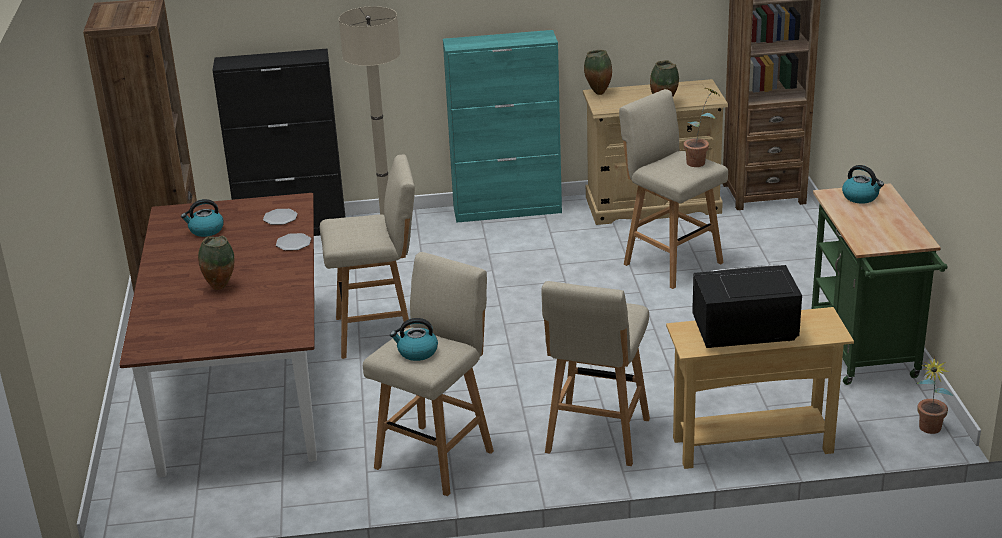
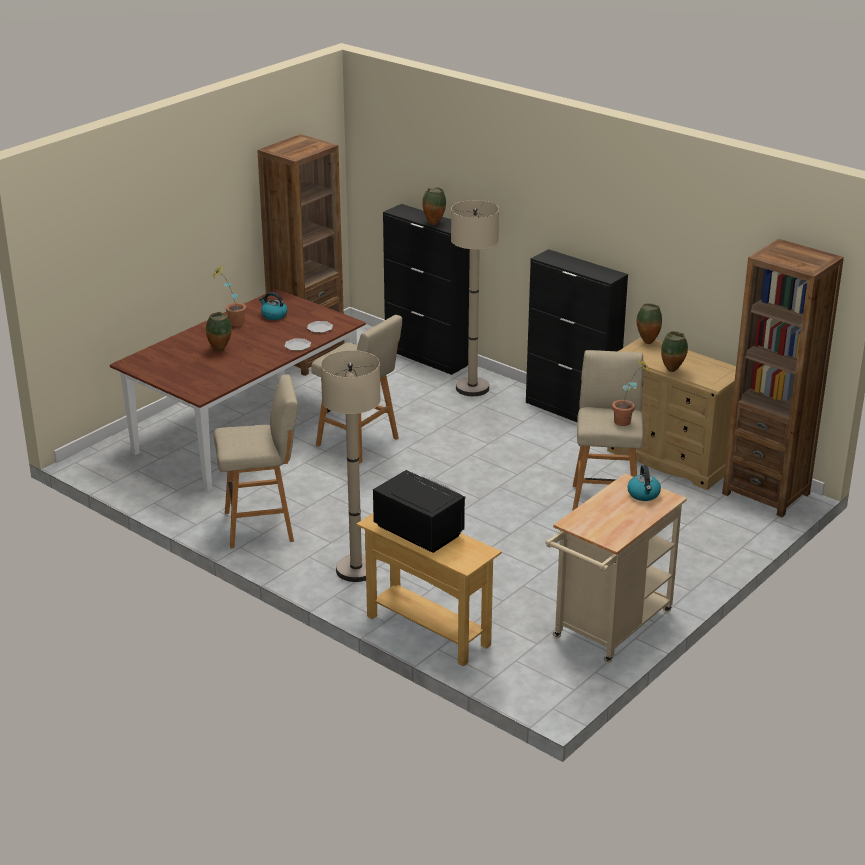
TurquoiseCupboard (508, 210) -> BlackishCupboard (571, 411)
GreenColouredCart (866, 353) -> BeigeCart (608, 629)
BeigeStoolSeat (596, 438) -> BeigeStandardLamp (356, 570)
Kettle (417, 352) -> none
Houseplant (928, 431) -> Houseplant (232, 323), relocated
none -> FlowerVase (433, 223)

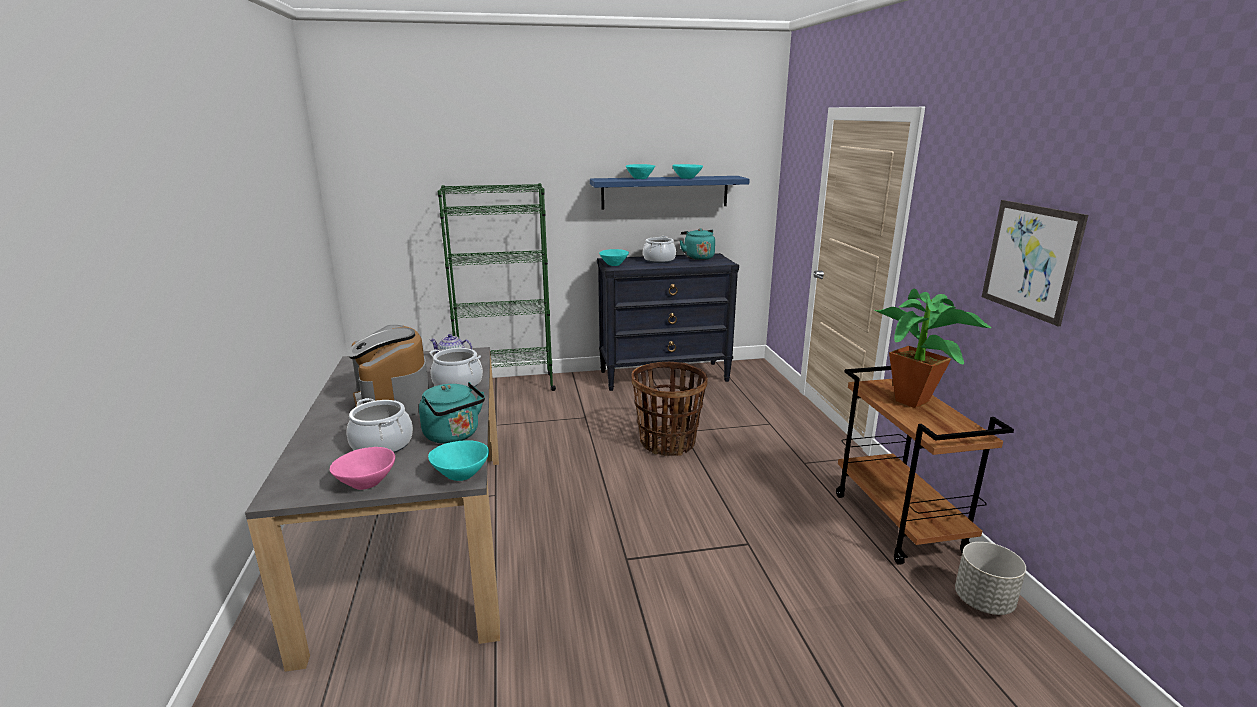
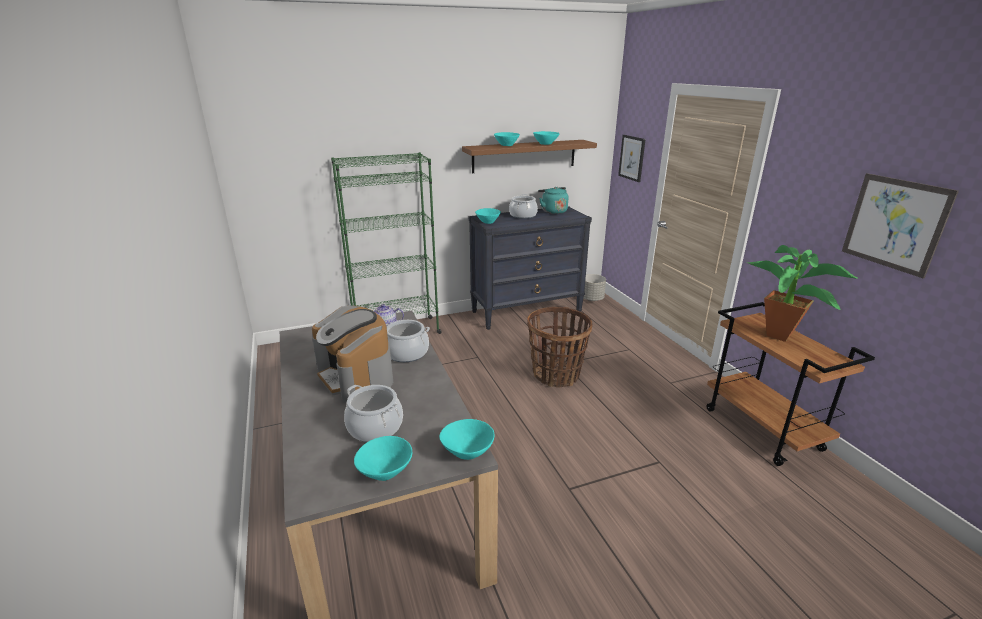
BluishShelf (665, 192) -> BrownShelf (524, 156)
TurquoiseKettle (454, 435) -> none
PinkBowl (366, 483) -> TurquoiseBowl (384, 472)
GrayPlanter (984, 601) -> GrayPlanter (592, 299), relocated
none -> WallArt (632, 158)

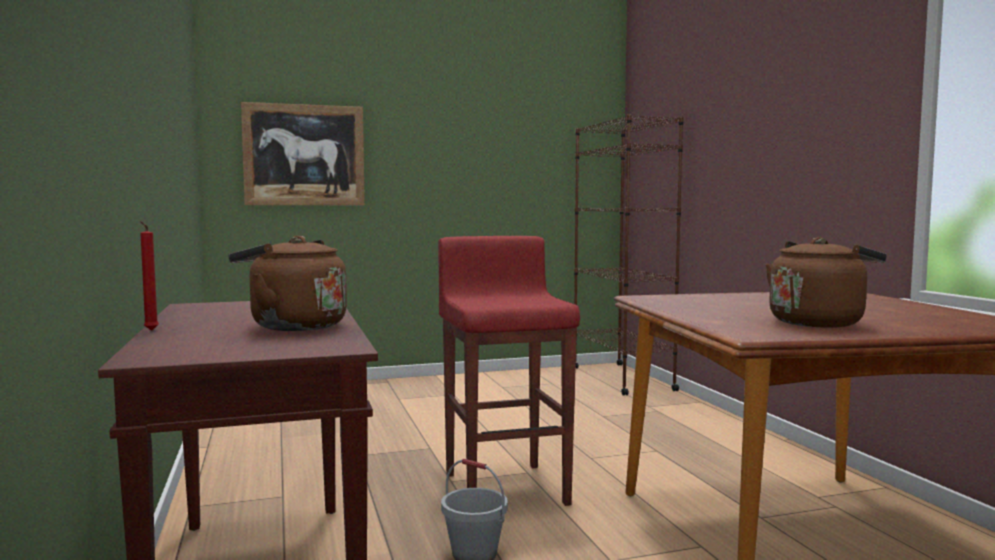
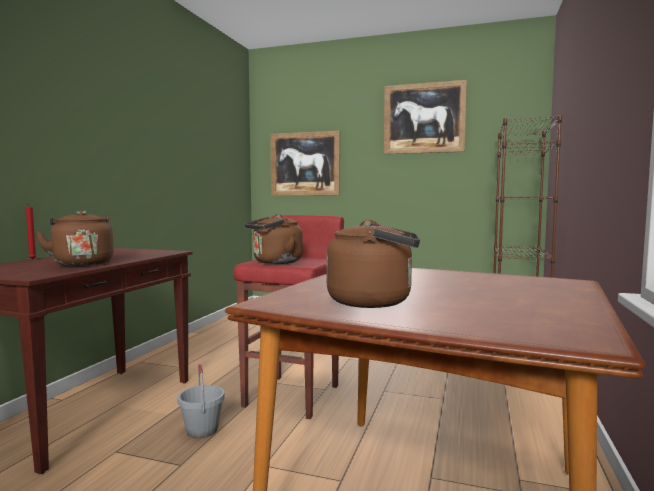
none -> WallArt (424, 118)
none -> BrownKettle (275, 262)

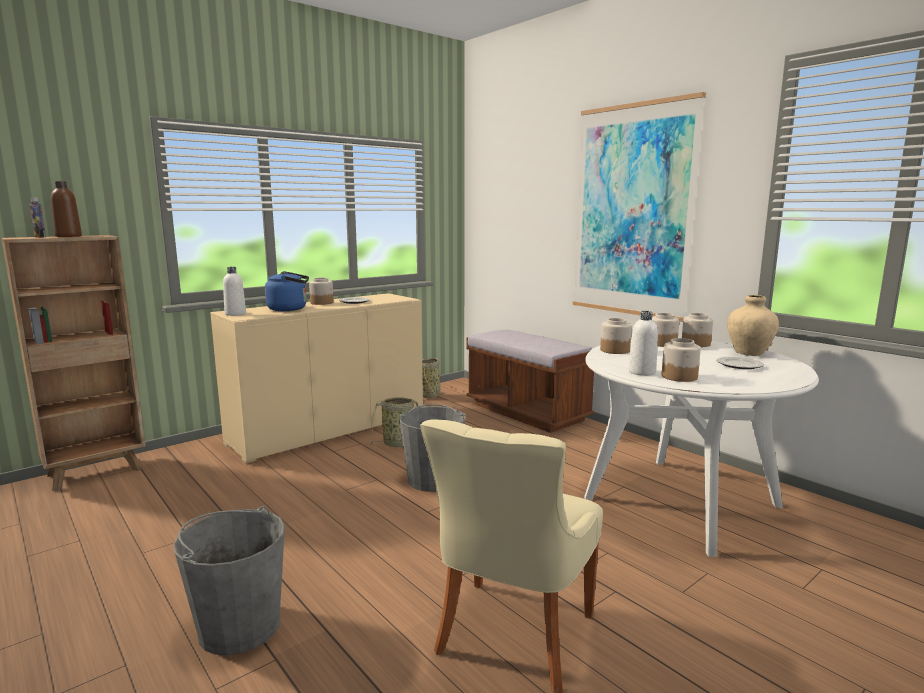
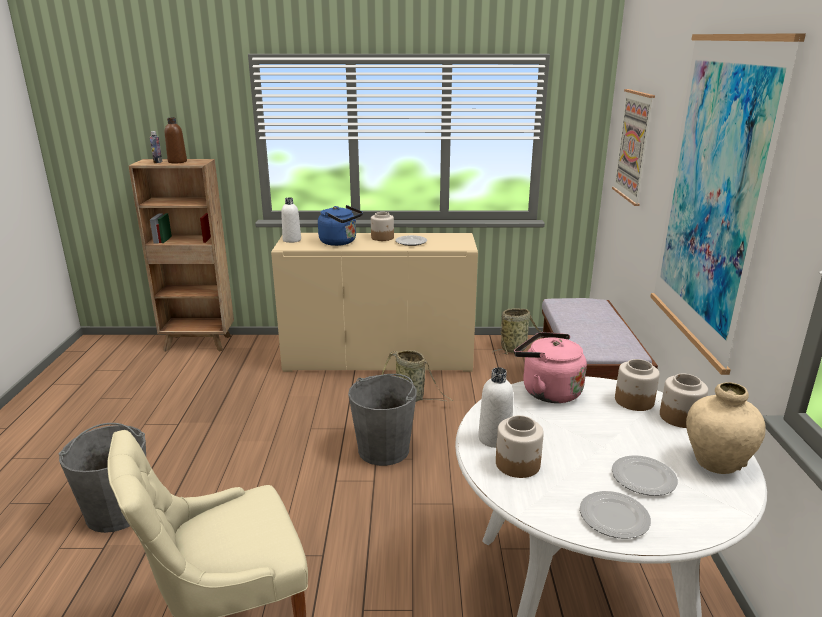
PreserveJar (614, 350) -> PinkKettle (547, 391)
none -> WallArt (634, 146)
none -> Plate (614, 518)

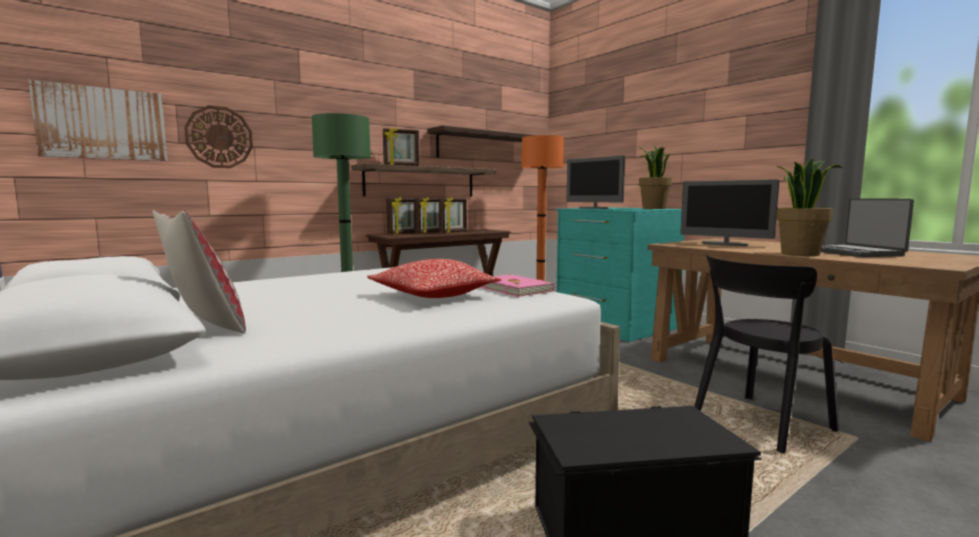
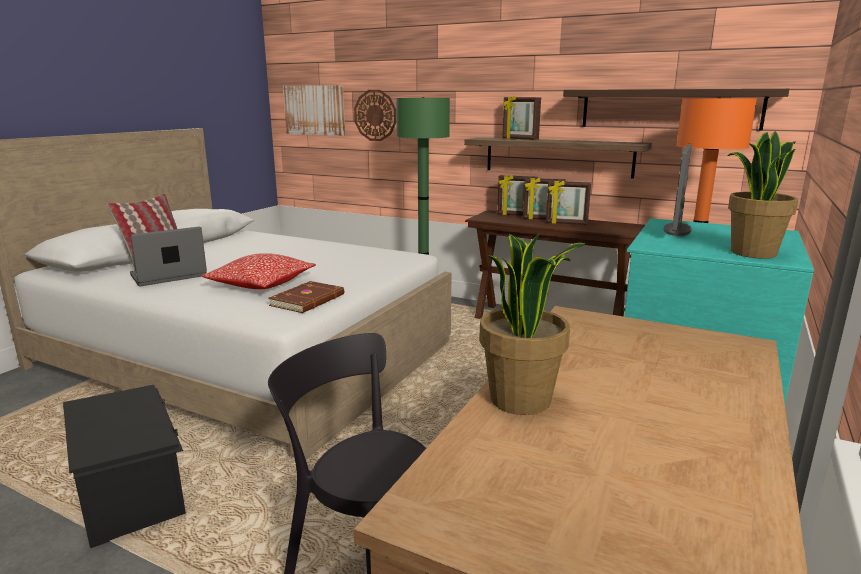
ComputerScreen (724, 244) -> none
NotebookComputer (854, 253) -> NotebookComputer (169, 276), relocated
PinkBook (515, 289) -> BrownBook (309, 300)

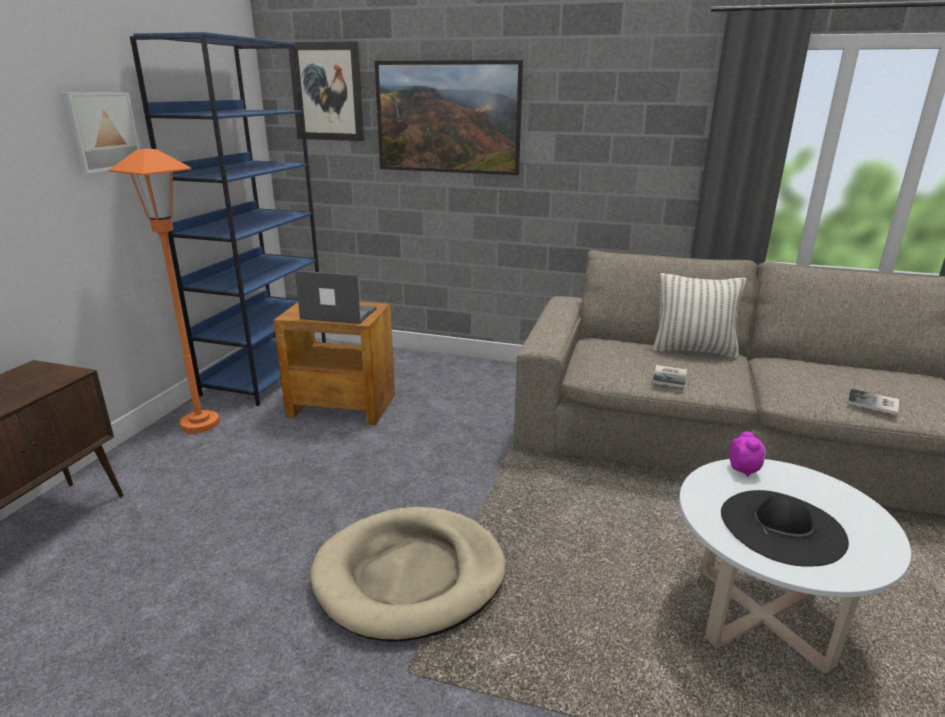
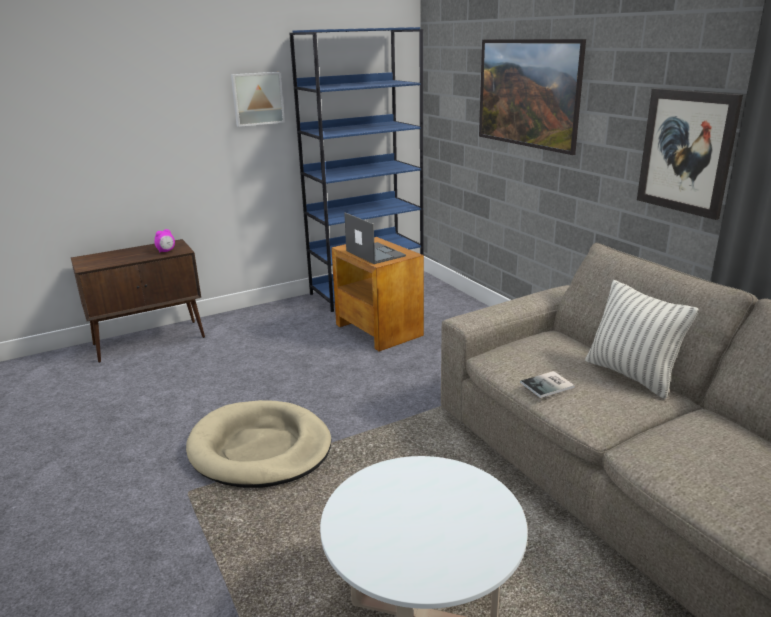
WallArt (327, 92) -> WallArt (686, 152), relocated
OrangeyStandardLamp (200, 424) -> none
Book (874, 403) -> none
TableClock (744, 470) -> TableClock (166, 251), relocated
BlackishWearableHat (782, 526) -> none

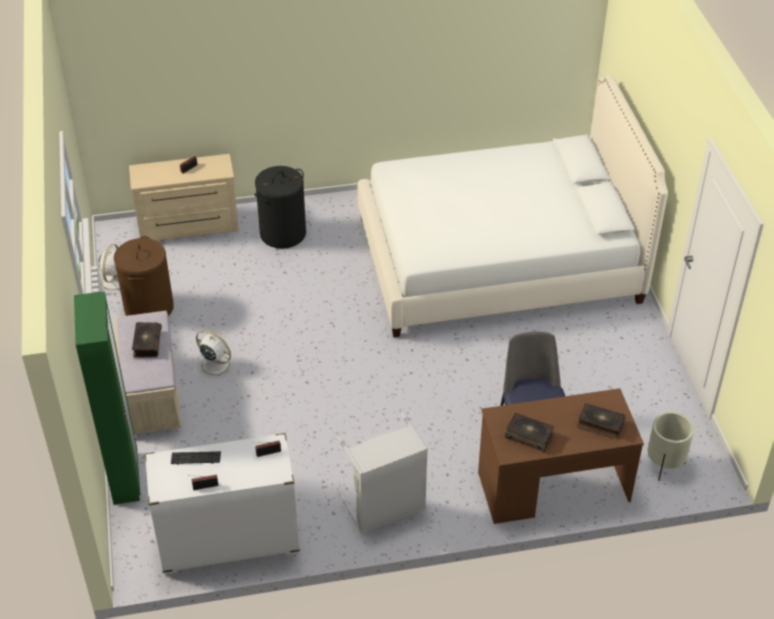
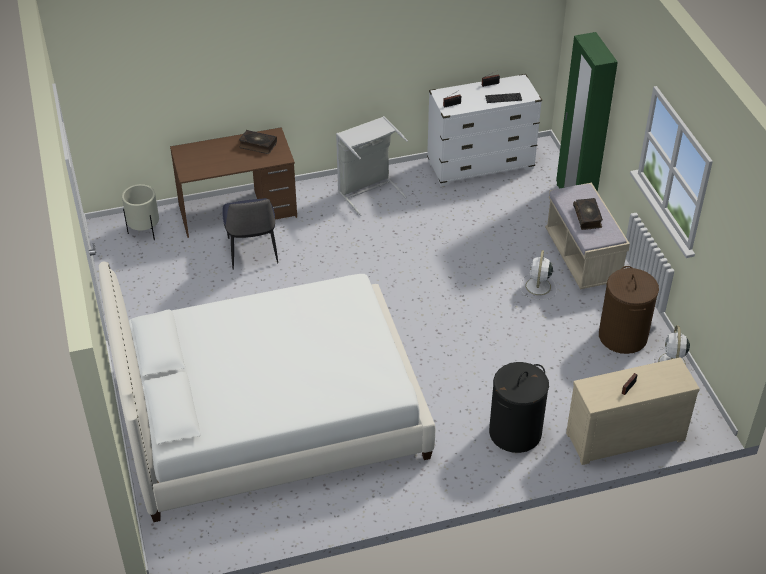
WhiteElectricFan (214, 364) -> WhiteElectricFan (538, 287), 75 degrees clockwise
Book (600, 425) -> none

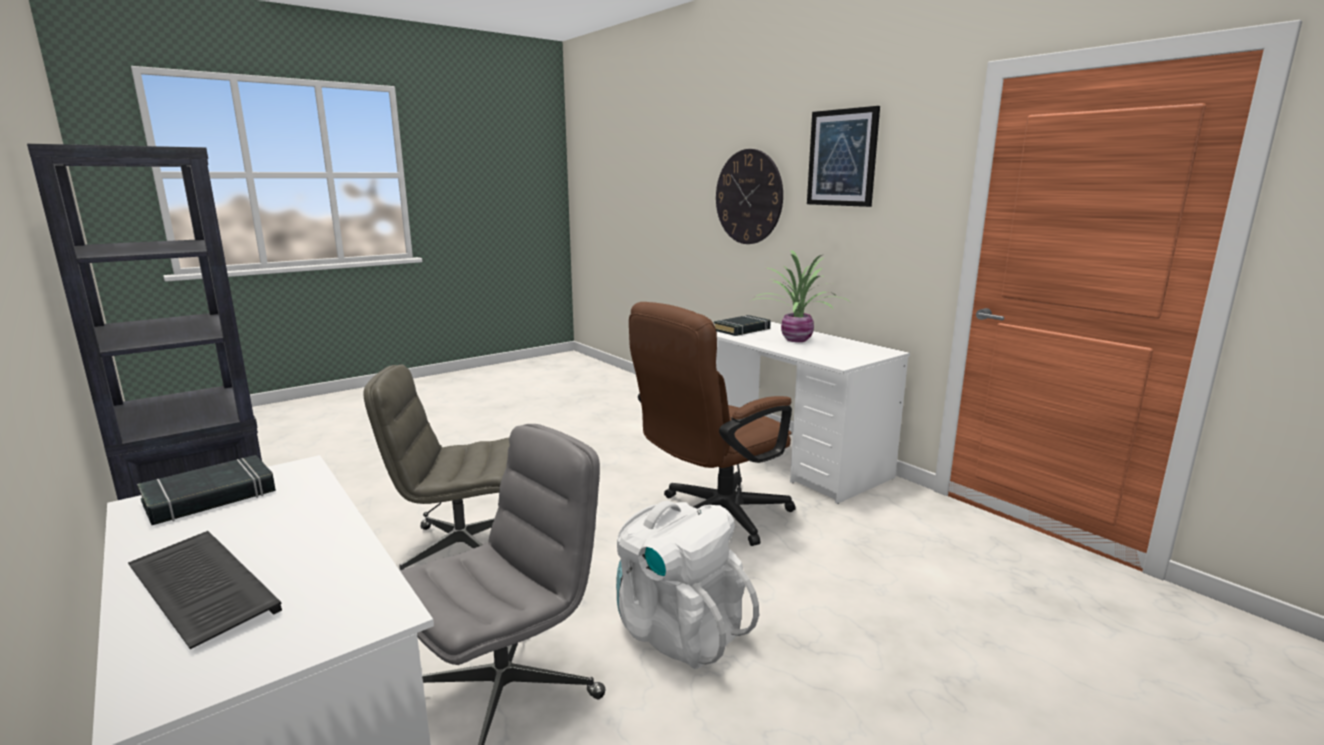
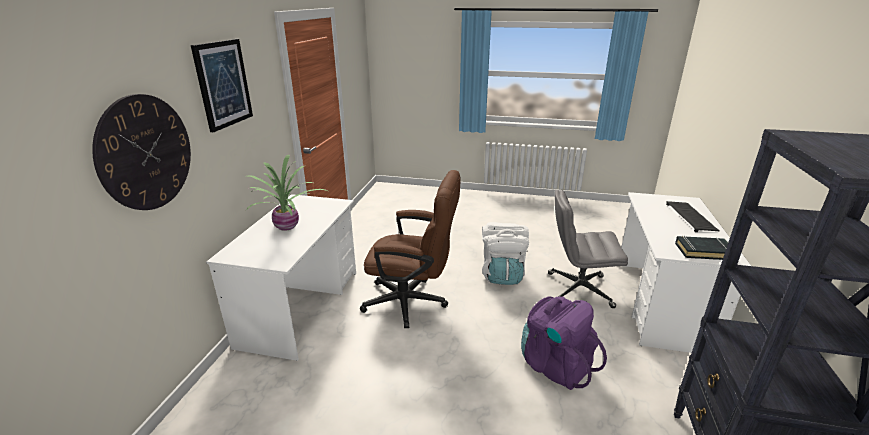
BlackishBook (742, 330) -> none
GrayDeskChair (460, 552) -> PurpleKnapsack (555, 365)

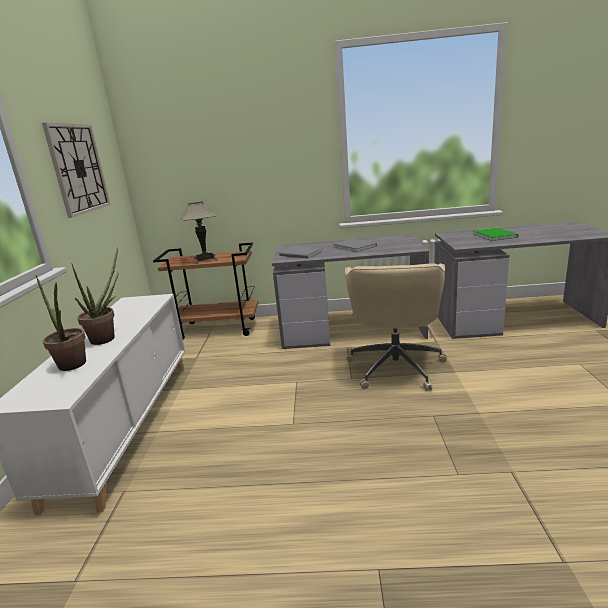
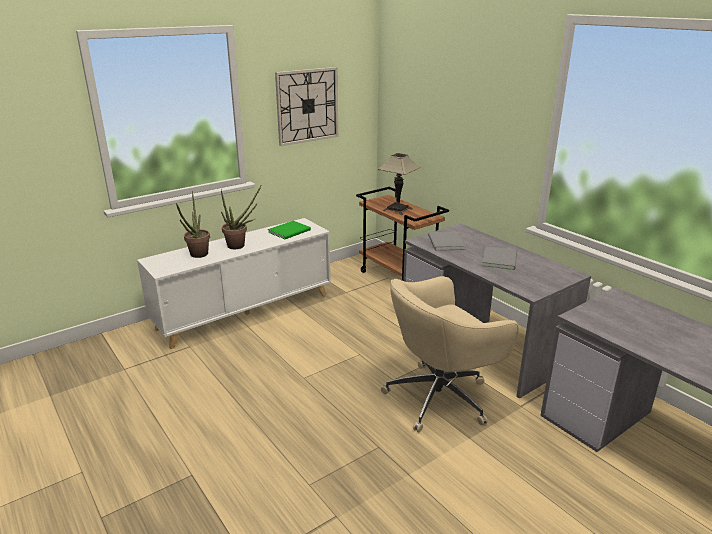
GreenColouredBook (495, 235) -> GreenColouredBook (290, 231), relocated

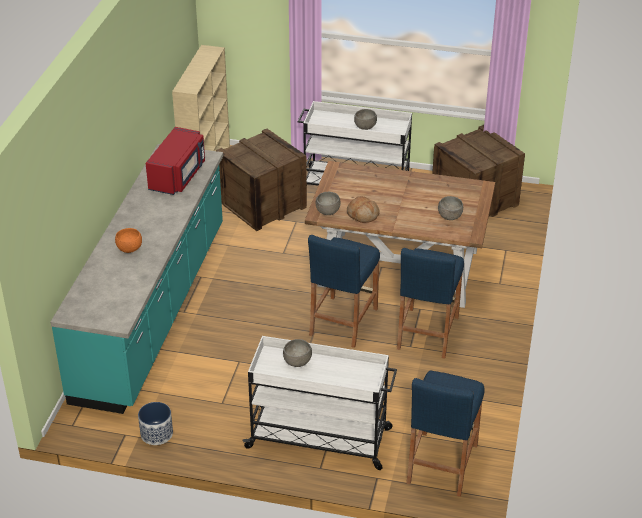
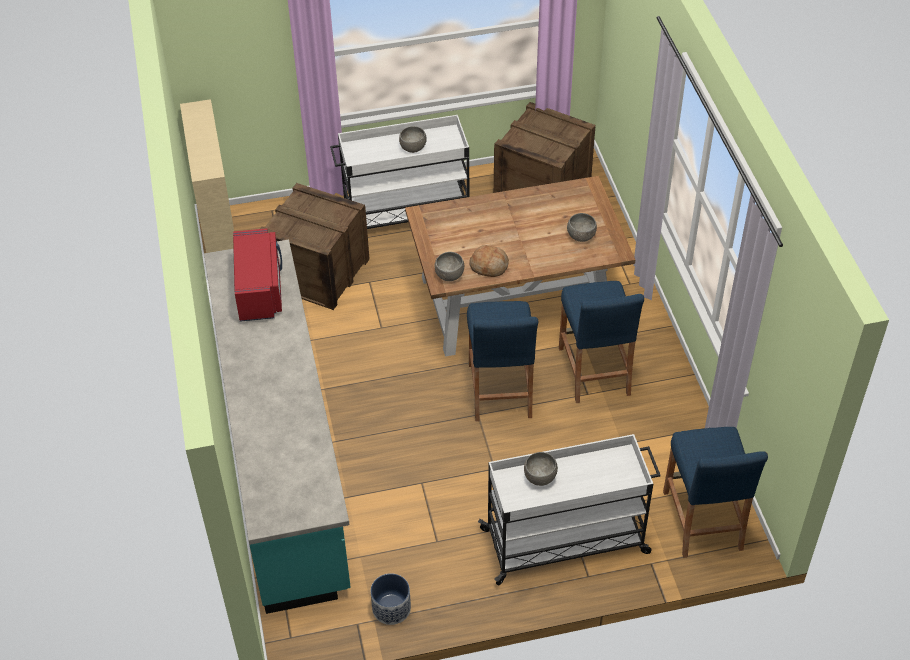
OrangeyBowl (130, 249) -> none

